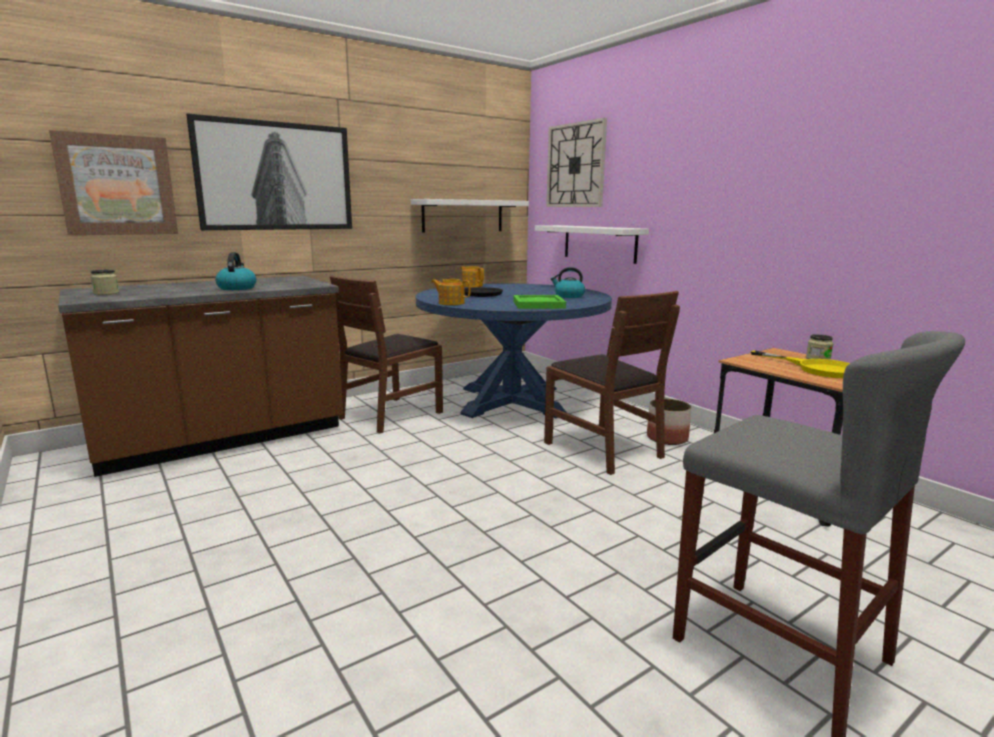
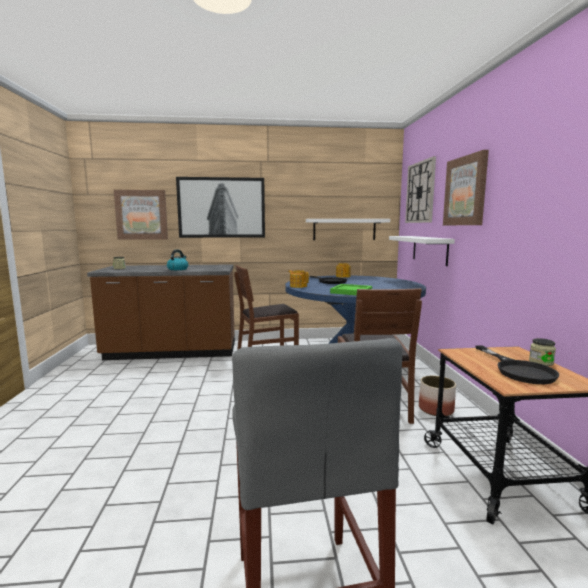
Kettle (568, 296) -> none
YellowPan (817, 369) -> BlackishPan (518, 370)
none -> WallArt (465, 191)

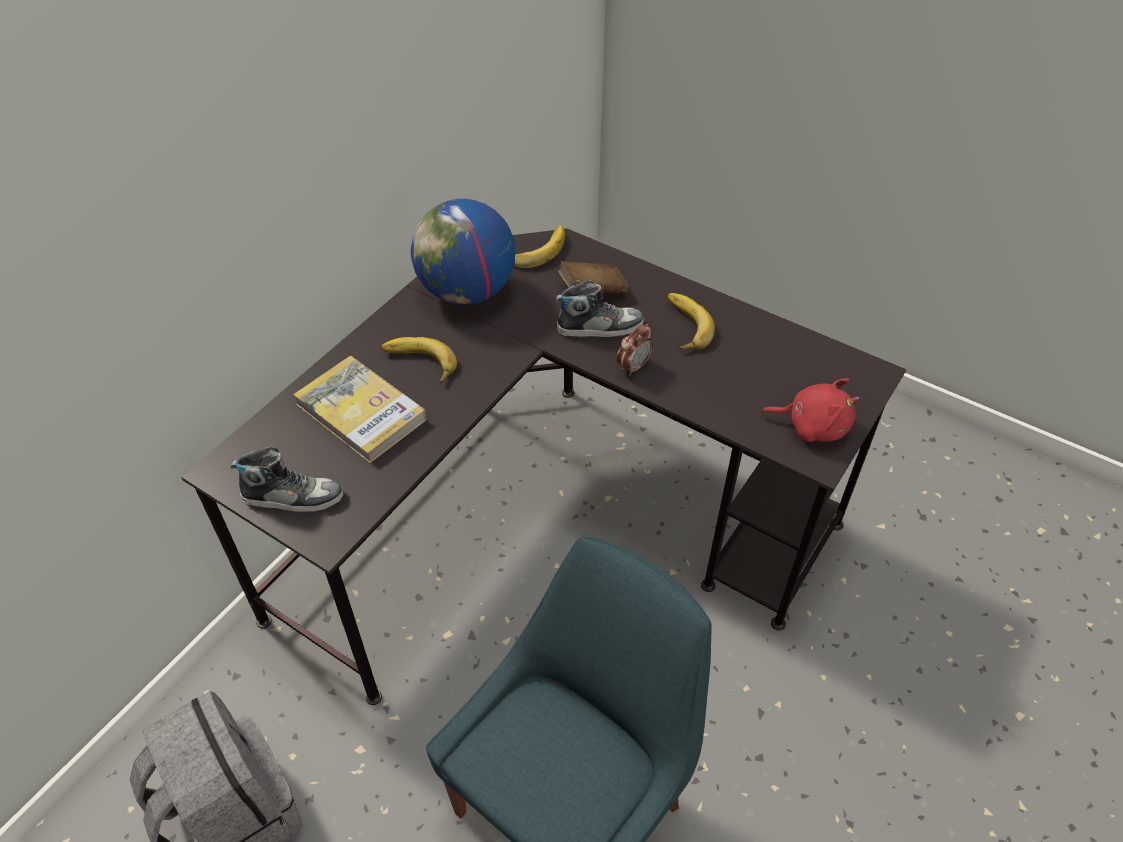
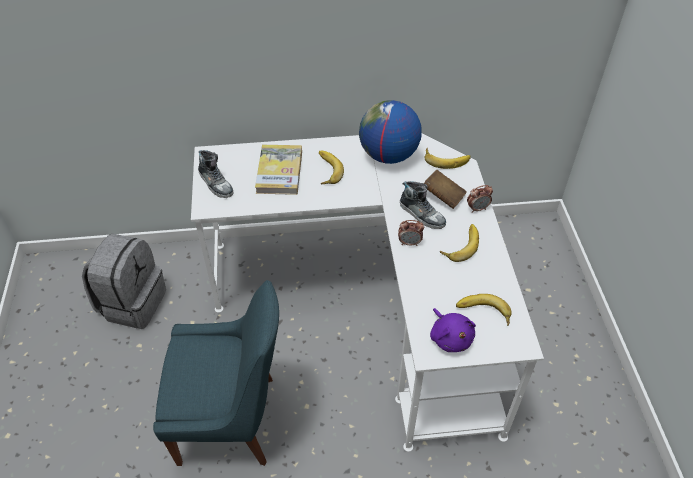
BlackishDeskTable (548, 516) -> WhiteDeskTable (371, 305)
RedColouredPlushToy (812, 425) -> PurplePlushToy (450, 337)
none -> TableClock (477, 208)
none -> Banana (483, 313)

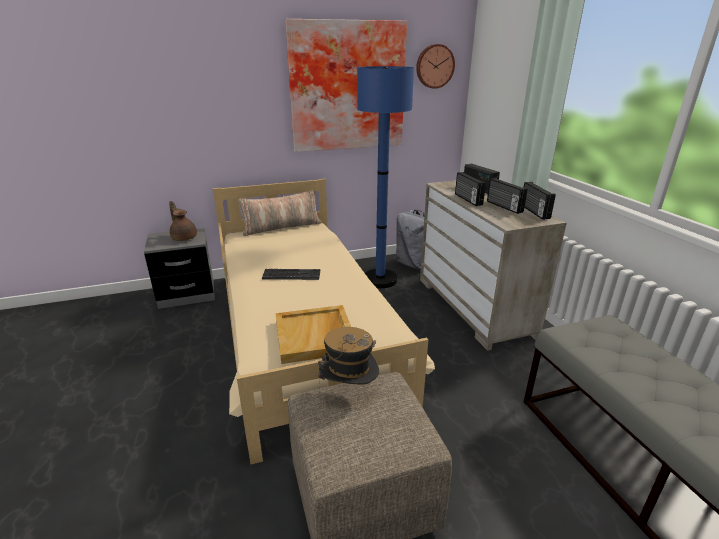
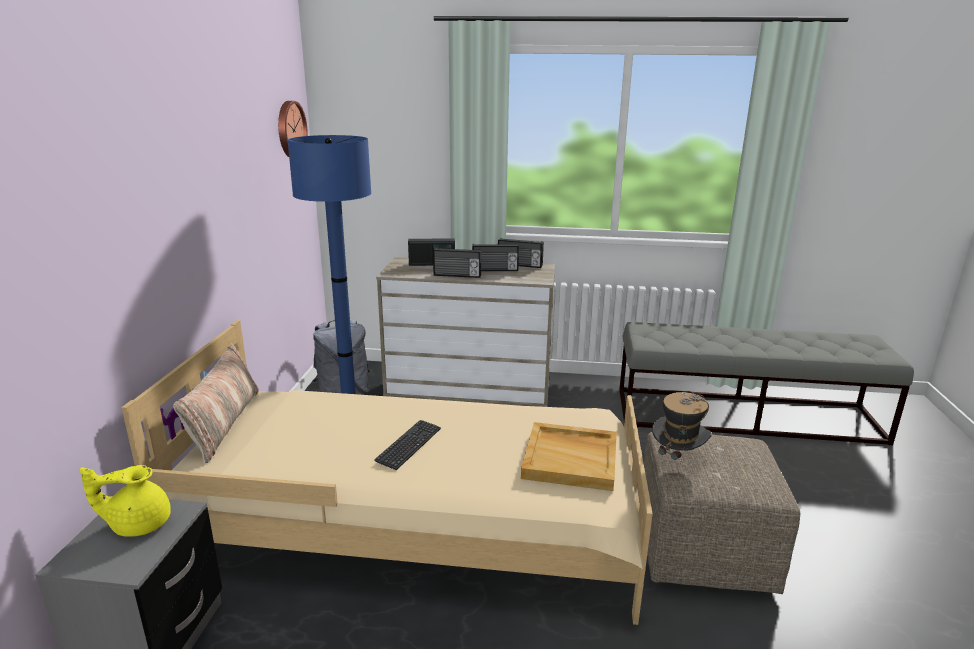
WallArt (347, 87) -> none
BrownTeapot (184, 237) -> YellowTeapot (138, 524)

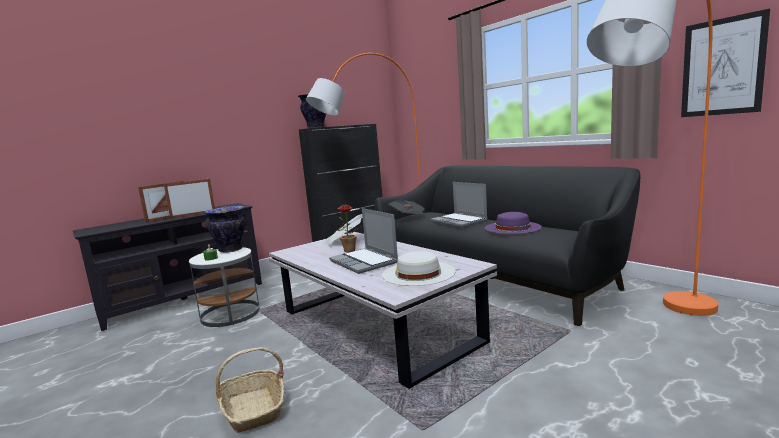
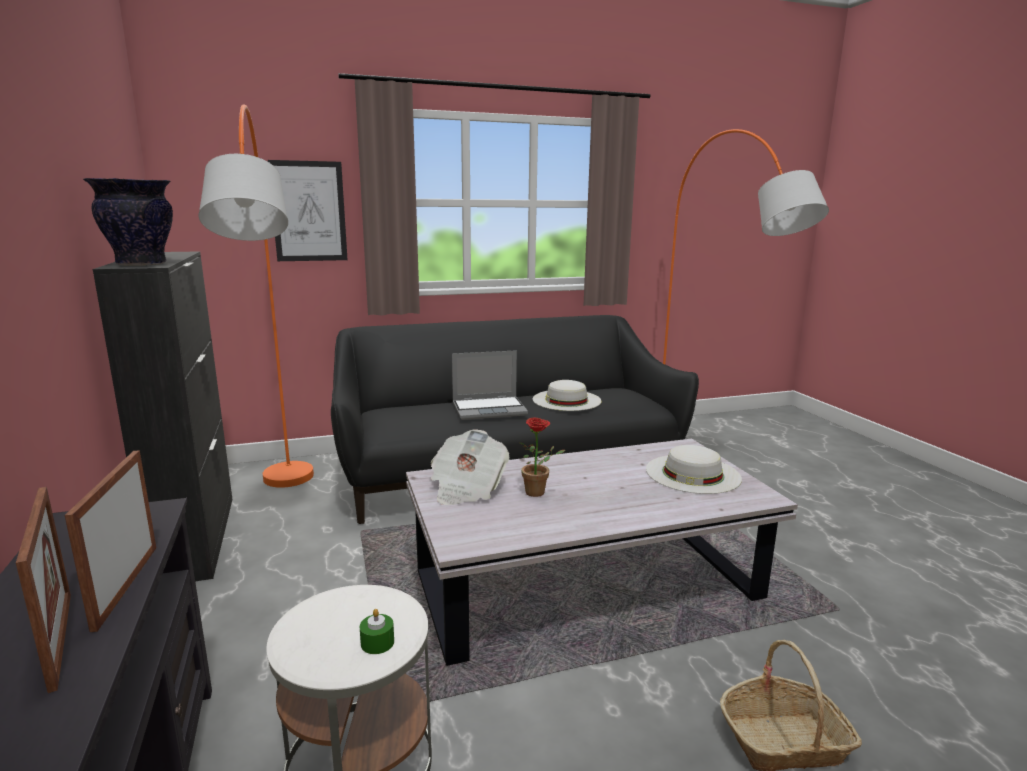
WallArt (722, 67) -> WallArt (309, 211), relocated
Newspaper (409, 217) -> none
FlowerVase (230, 250) -> none
NotebookComputer (364, 262) -> none
PurpleWearableHat (512, 227) -> WhiteWearableHat (566, 400)

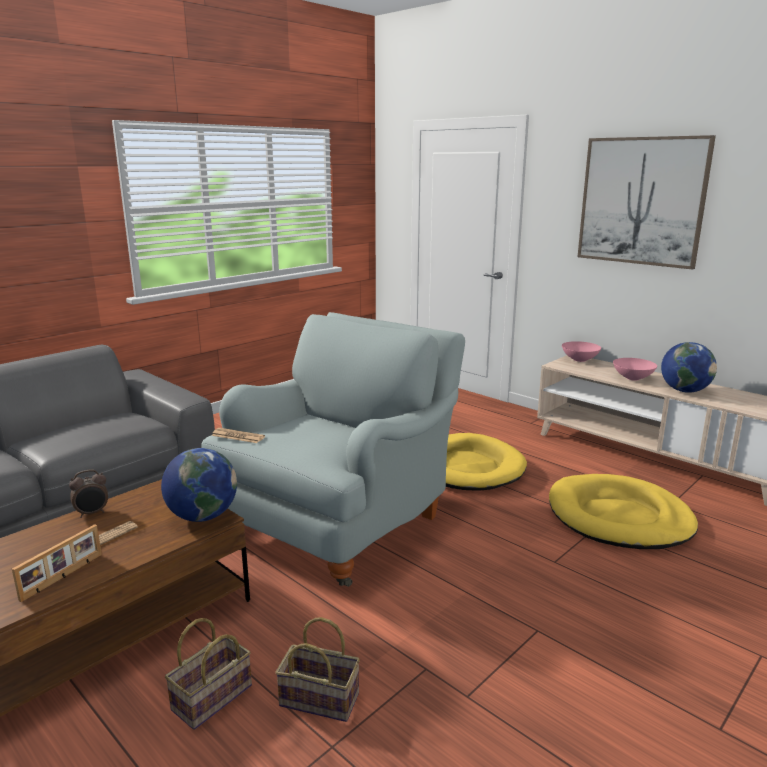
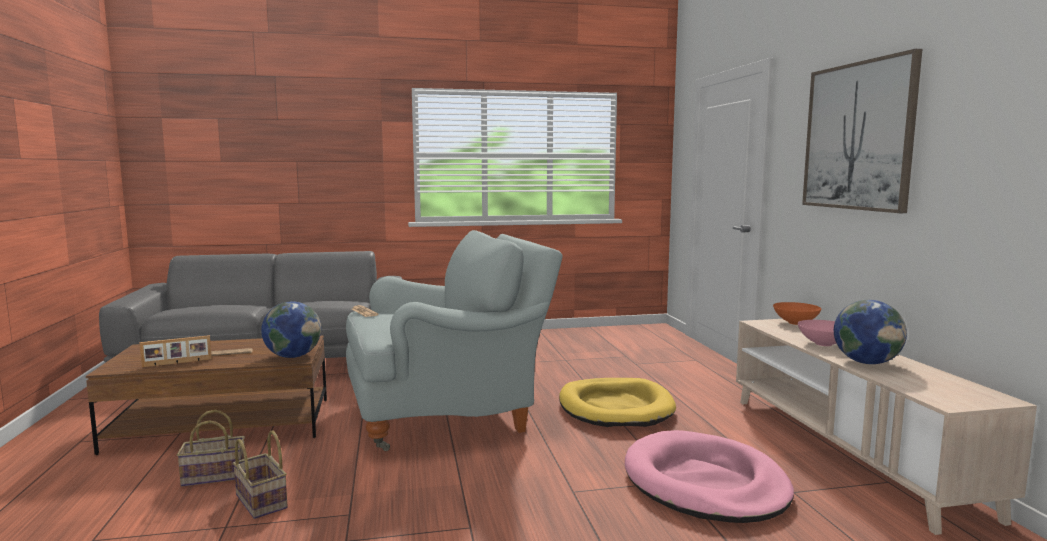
PinkBowl (580, 360) -> OrangeyBowl (796, 323)
TableClock (92, 513) -> none
YellowPetBed (619, 517) -> PinkPetBed (704, 483)

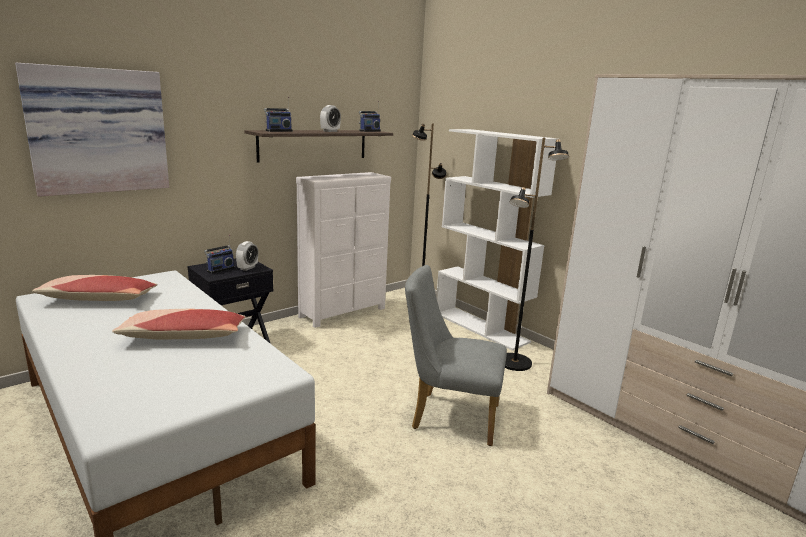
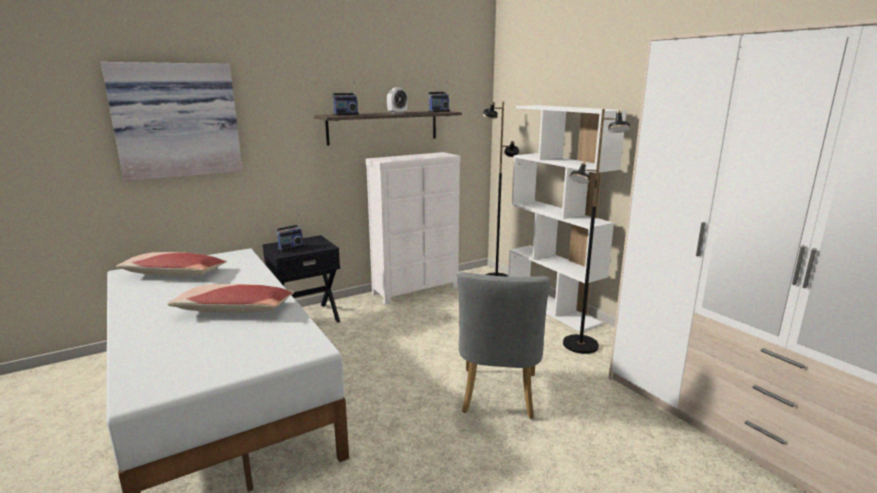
TableClock (247, 268) -> none
GrayUprightChair (448, 416) -> GrayUprightChair (498, 397), 105 degrees counterclockwise

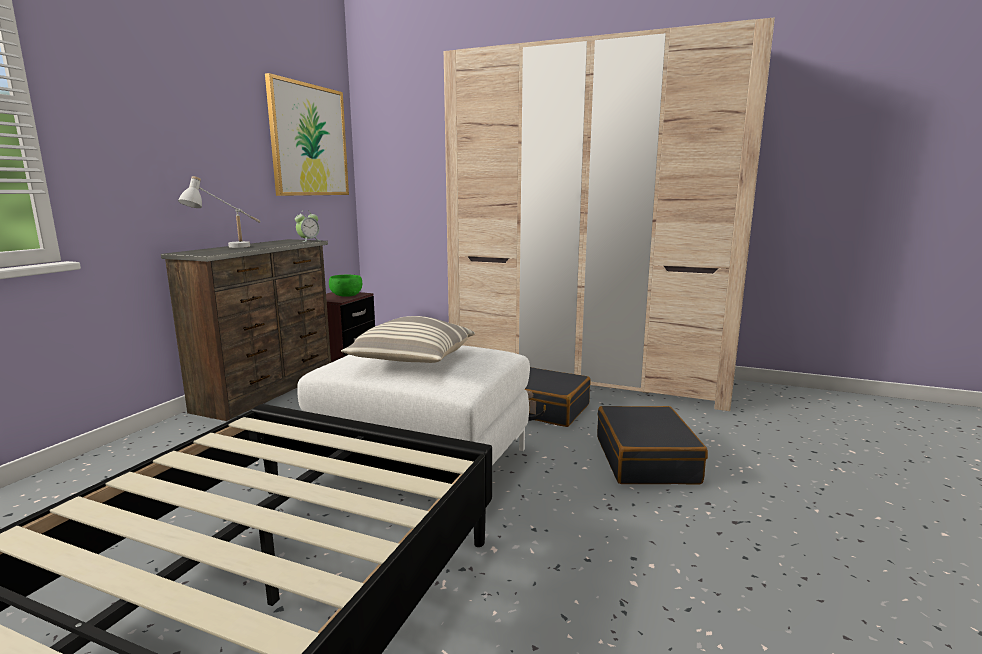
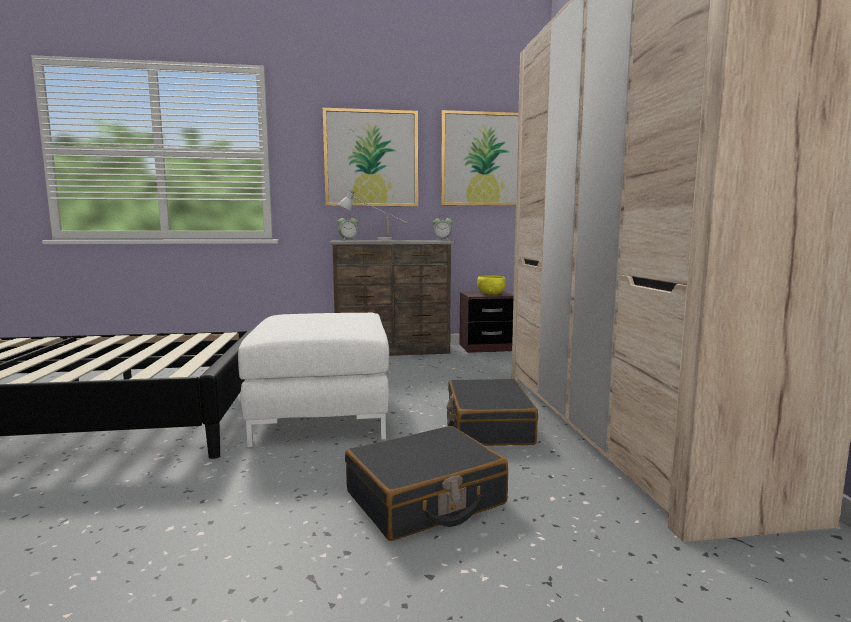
GreenColouredBowl (346, 296) -> YellowBowl (490, 294)
ThrowPillow (412, 361) -> none
none -> WallArt (371, 158)
none -> TableClock (348, 240)

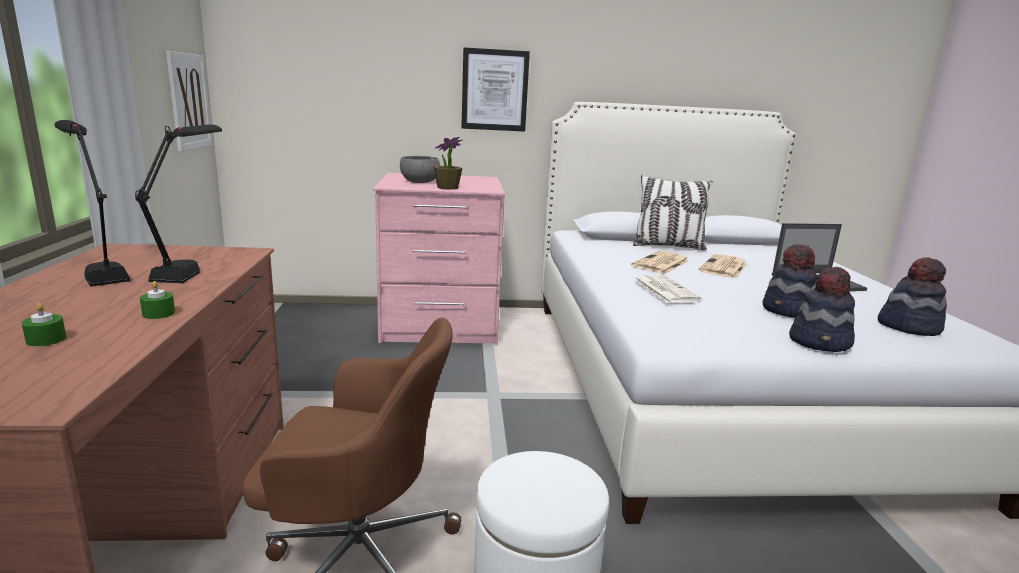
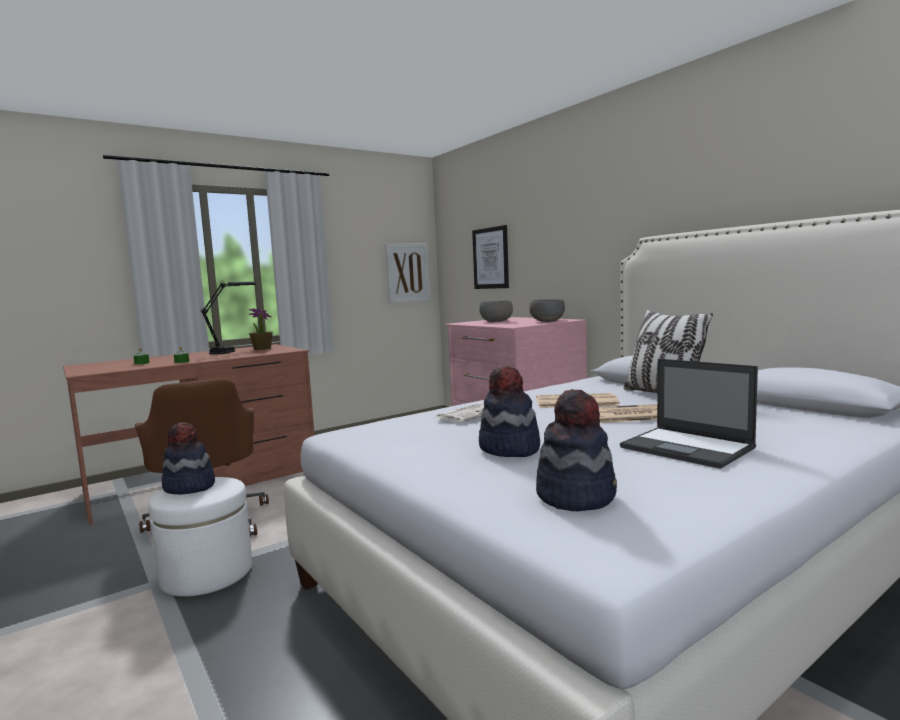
WallArt (494, 90) -> WallArt (491, 258), relocated
BlackishTableLamp (193, 266) -> none
Houseplant (447, 188) -> Houseplant (262, 349), relocated
WearableHat (820, 342) -> WearableHat (189, 487), relocated
none -> GrayBowl (547, 321)

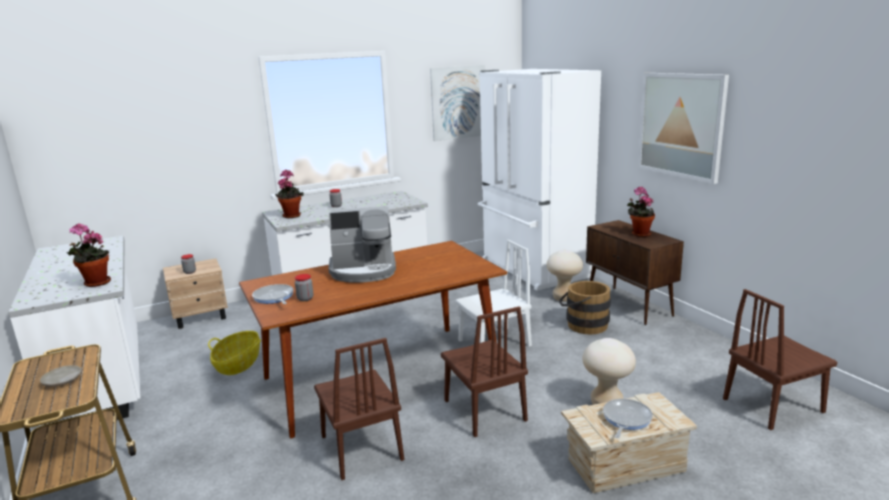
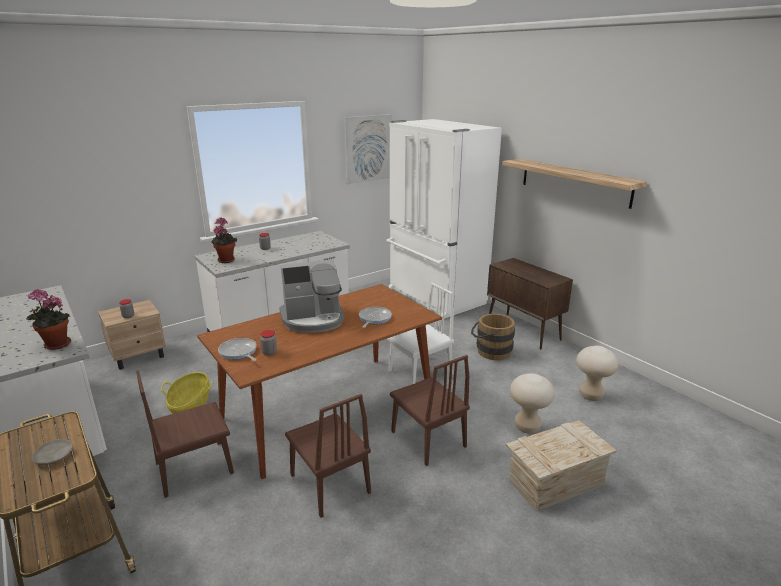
WallArt (681, 125) -> Shelf (574, 182)
Houseplant (639, 234) -> none
BeigeStoolSeat (563, 298) -> BeigeStoolSeat (590, 395), relocated
BrownUprightChair (773, 405) -> BrownUprightChair (194, 468), relocated
Pan (625, 419) -> Pan (374, 318), relocated

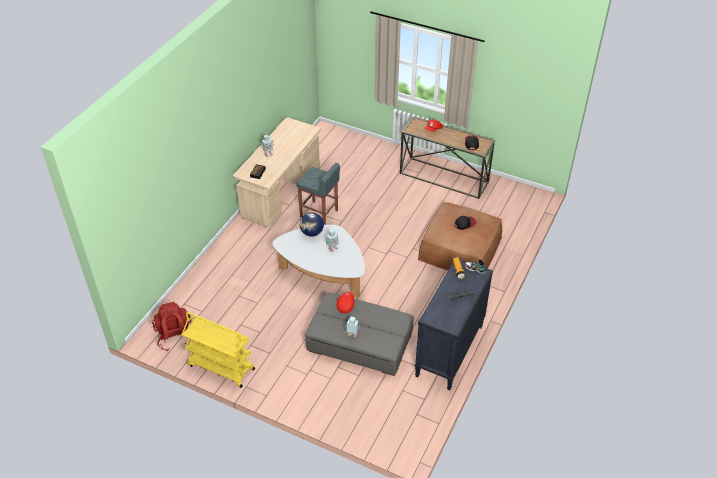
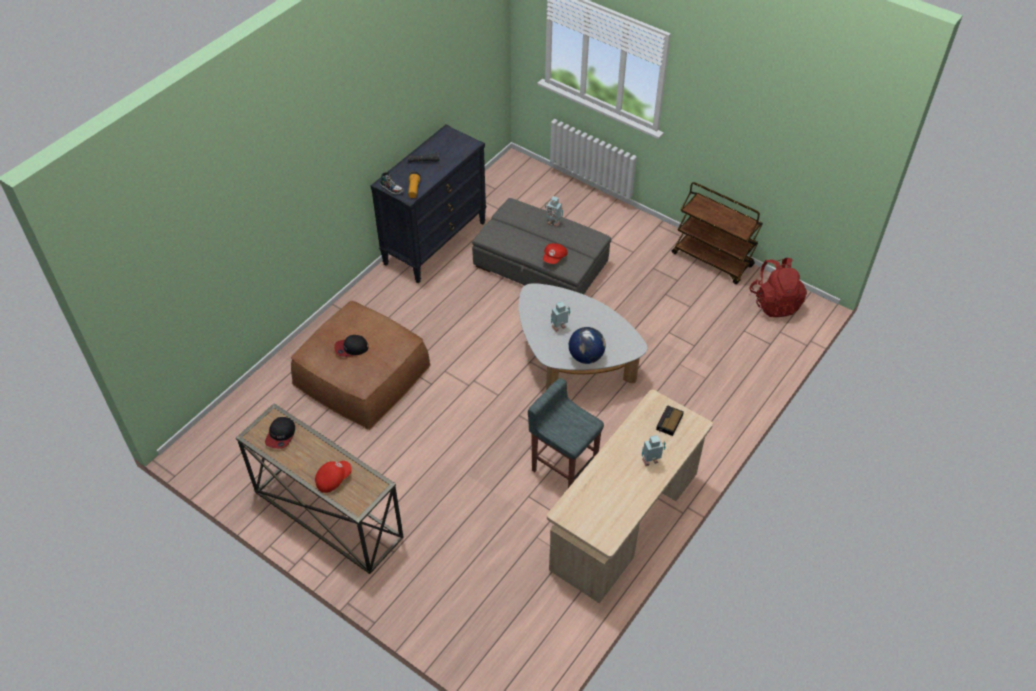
YellowCart (220, 367) -> BrownCart (713, 260)

